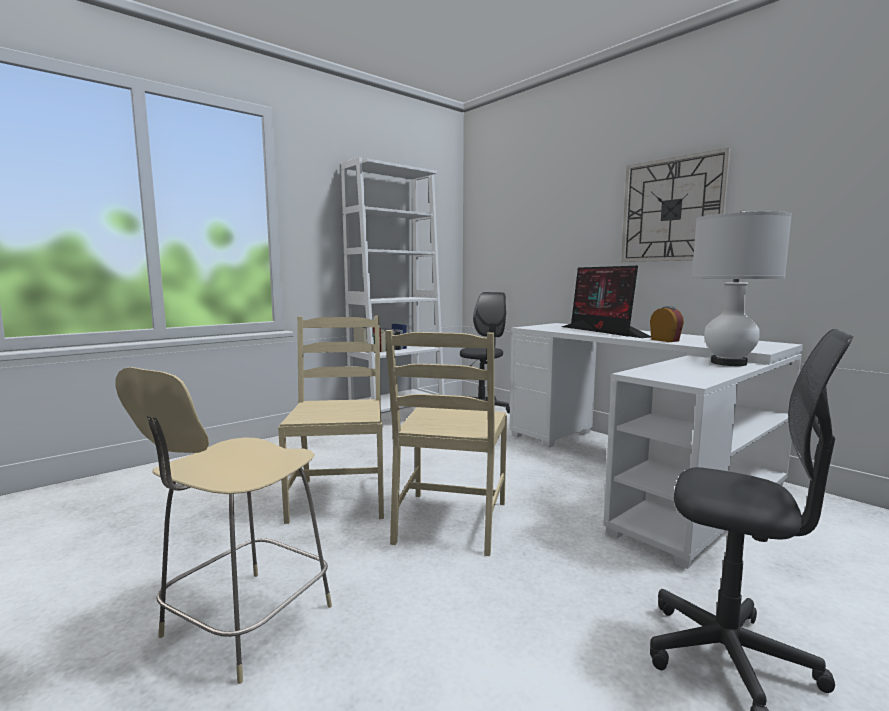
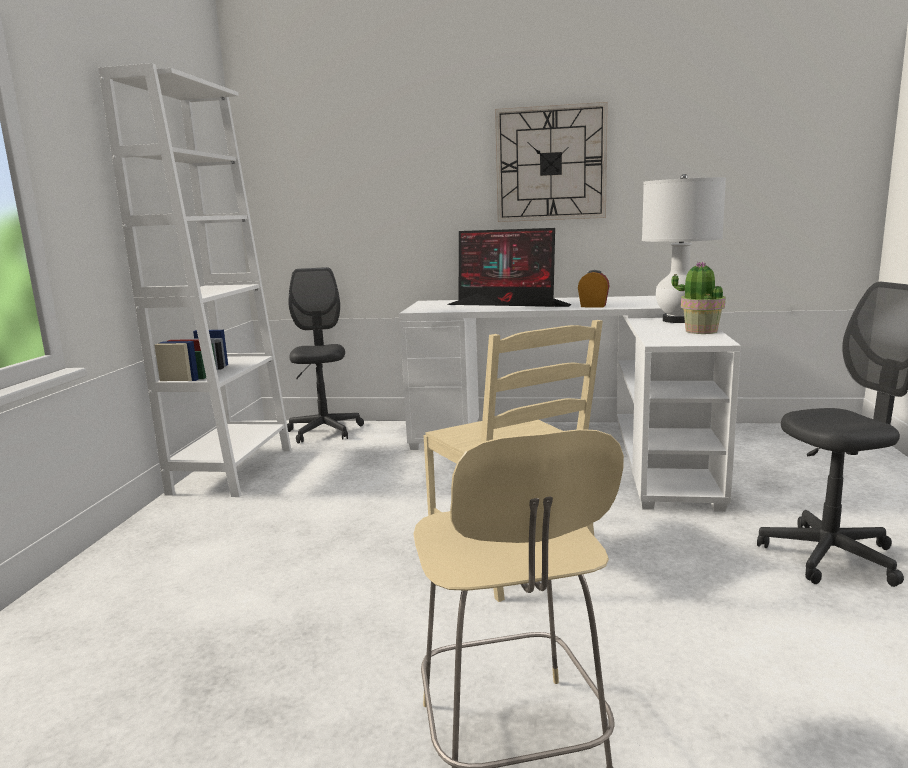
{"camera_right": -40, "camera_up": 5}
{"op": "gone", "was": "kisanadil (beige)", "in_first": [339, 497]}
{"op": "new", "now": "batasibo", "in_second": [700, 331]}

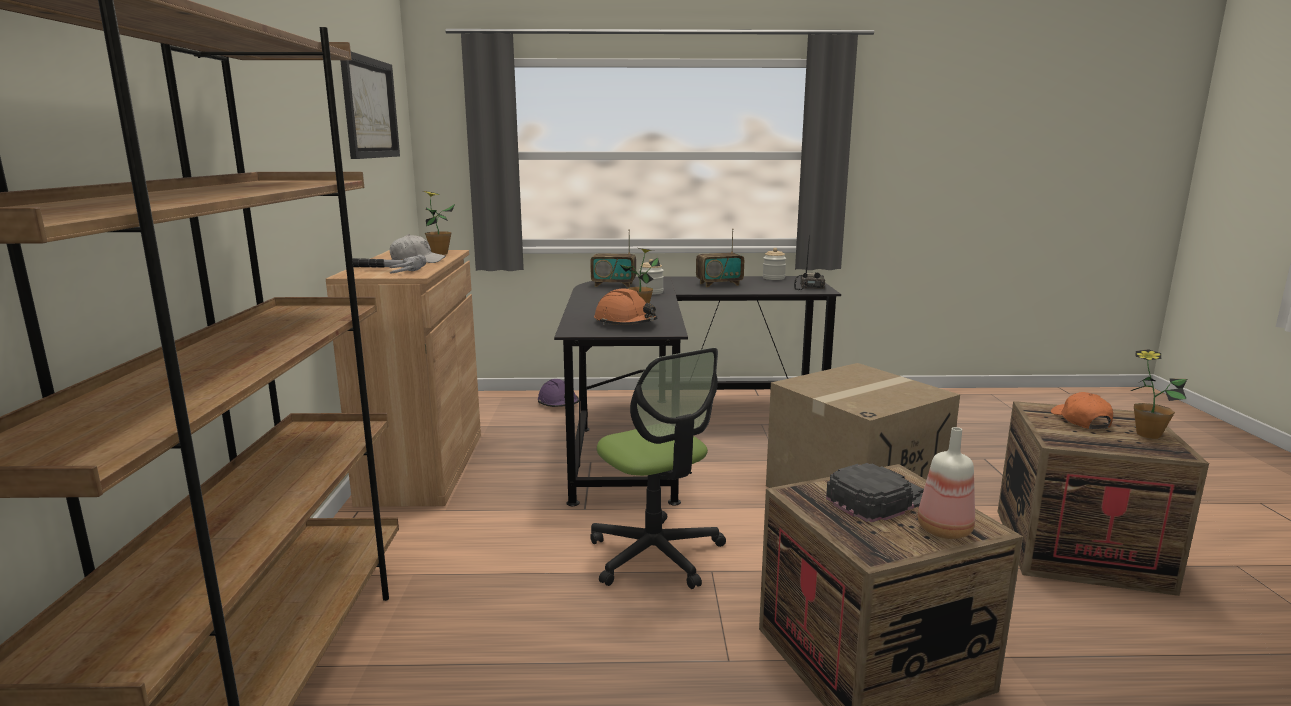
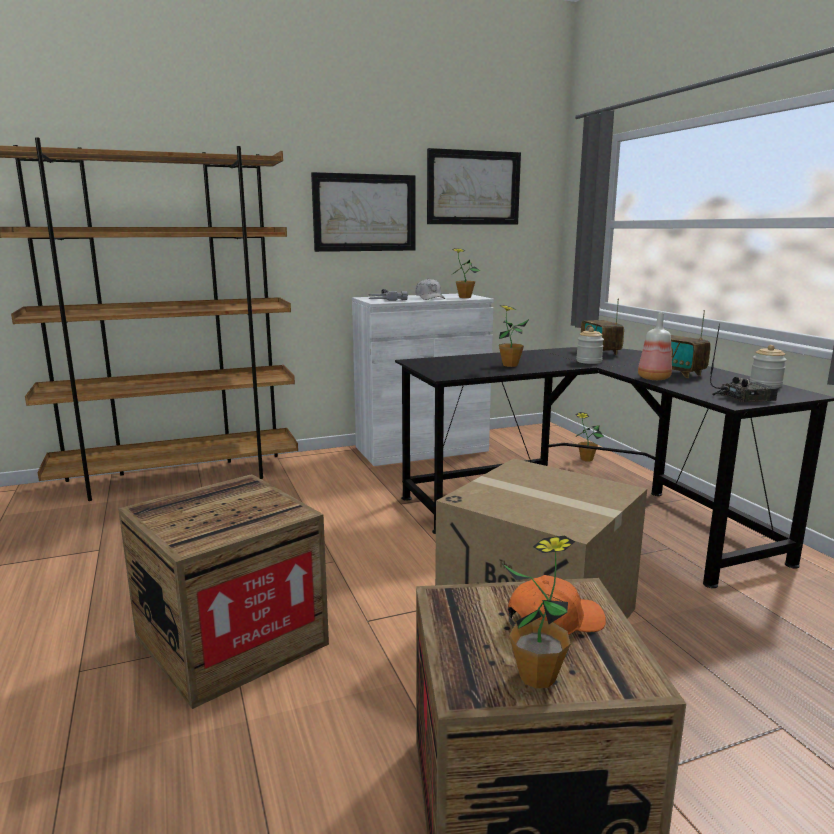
{"camera_right": 70, "camera_up": 0}
{"op": "repainted", "was": "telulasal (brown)", "now": "telulasal (white)", "in_first": [423, 467], "in_second": [421, 449]}
{"op": "swapped", "was": "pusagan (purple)", "now": "batasibo", "in_first": [558, 403], "in_second": [586, 459]}
{"op": "gone", "was": "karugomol", "in_first": [655, 554]}
{"op": "gone", "was": "pusagan (orange)", "in_first": [625, 323]}
{"op": "gone", "was": "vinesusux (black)", "in_first": [876, 499]}
{"op": "shifted", "was": "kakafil", "in_first": [945, 531], "in_second": [653, 378]}
{"op": "new", "now": "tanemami", "in_second": [364, 213]}

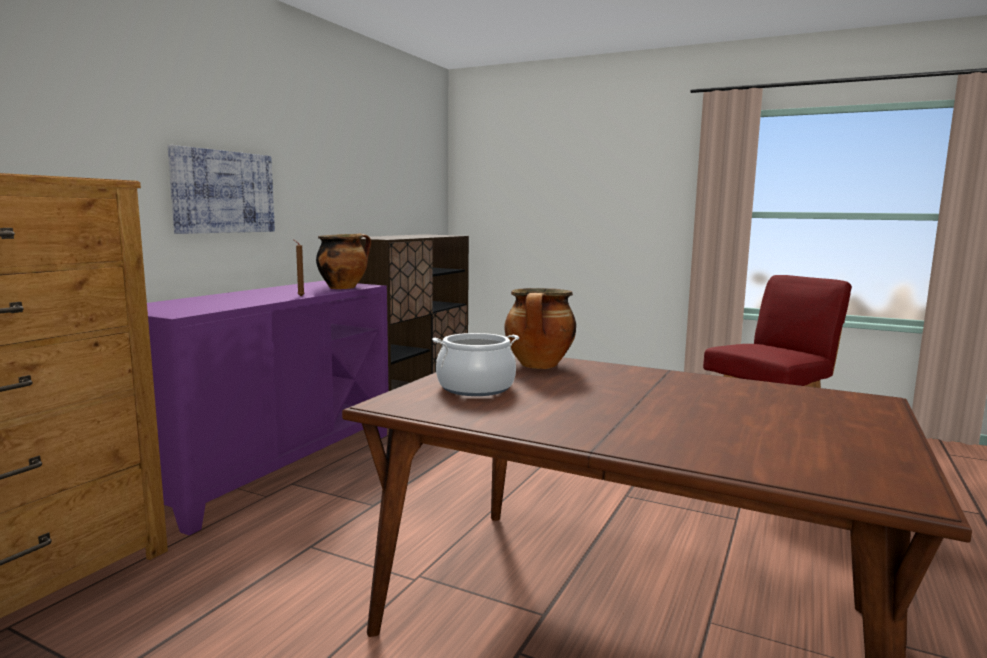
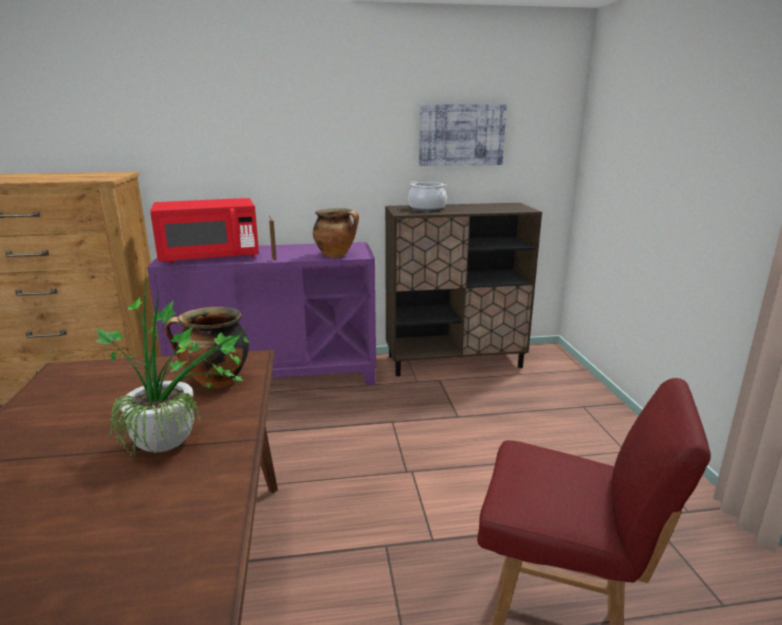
{"camera_right": 55, "camera_up": 10}
{"op": "shifted", "was": "tanemami", "in_first": [223, 192], "in_second": [461, 135]}
{"op": "shifted", "was": "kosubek", "in_first": [475, 387], "in_second": [427, 208]}
{"op": "new", "now": "batasibo", "in_second": [178, 444]}
{"op": "new", "now": "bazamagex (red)", "in_second": [210, 257]}

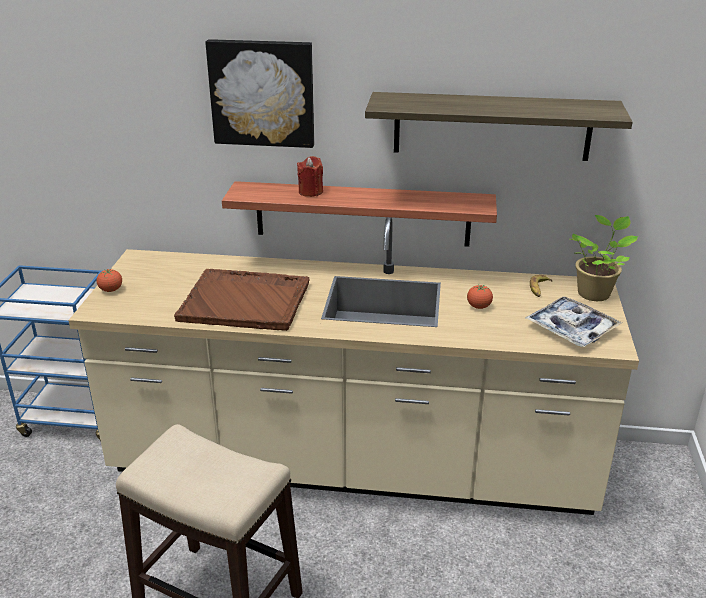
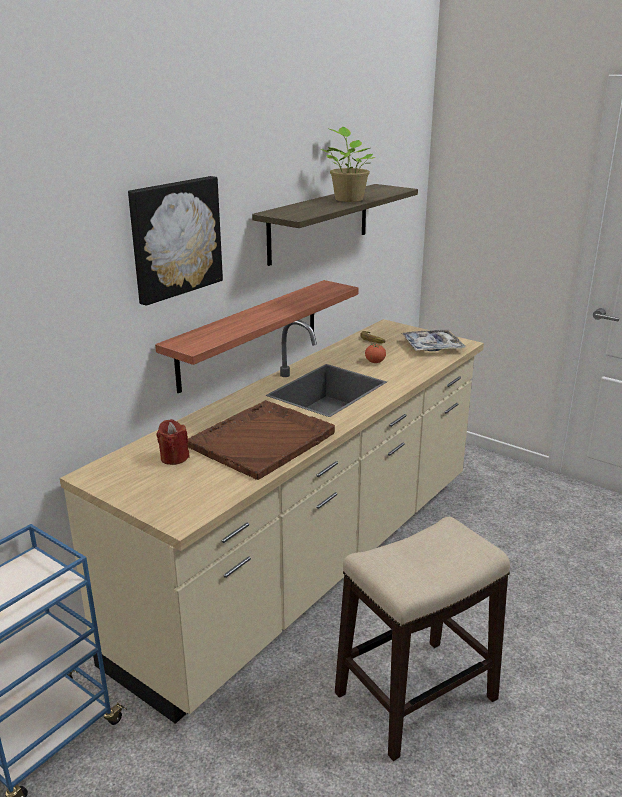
{"camera_right": -60, "camera_up": -5}
{"op": "gone", "was": "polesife", "in_first": [111, 290]}
{"op": "shifted", "was": "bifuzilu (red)", "in_first": [310, 192], "in_second": [174, 458]}
{"op": "shifted", "was": "batasibo", "in_first": [595, 293], "in_second": [348, 199]}

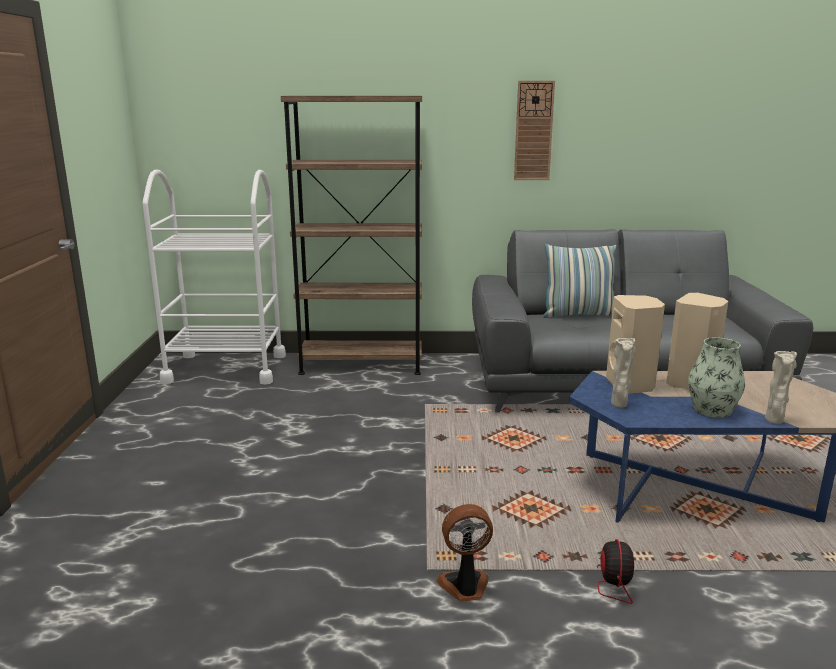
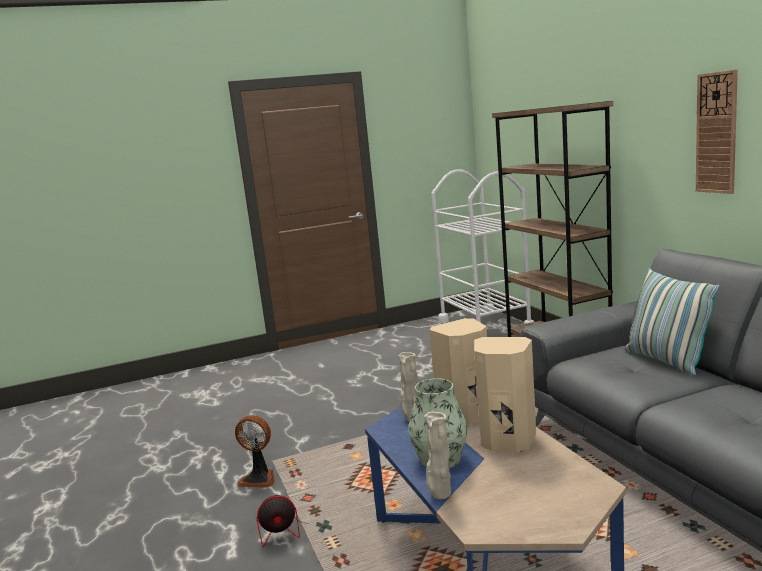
{"camera_right": 70, "camera_up": -5}
{"op": "rotated", "was": "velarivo", "in_first": [465, 587], "in_second": [259, 478], "clockwise": 135}

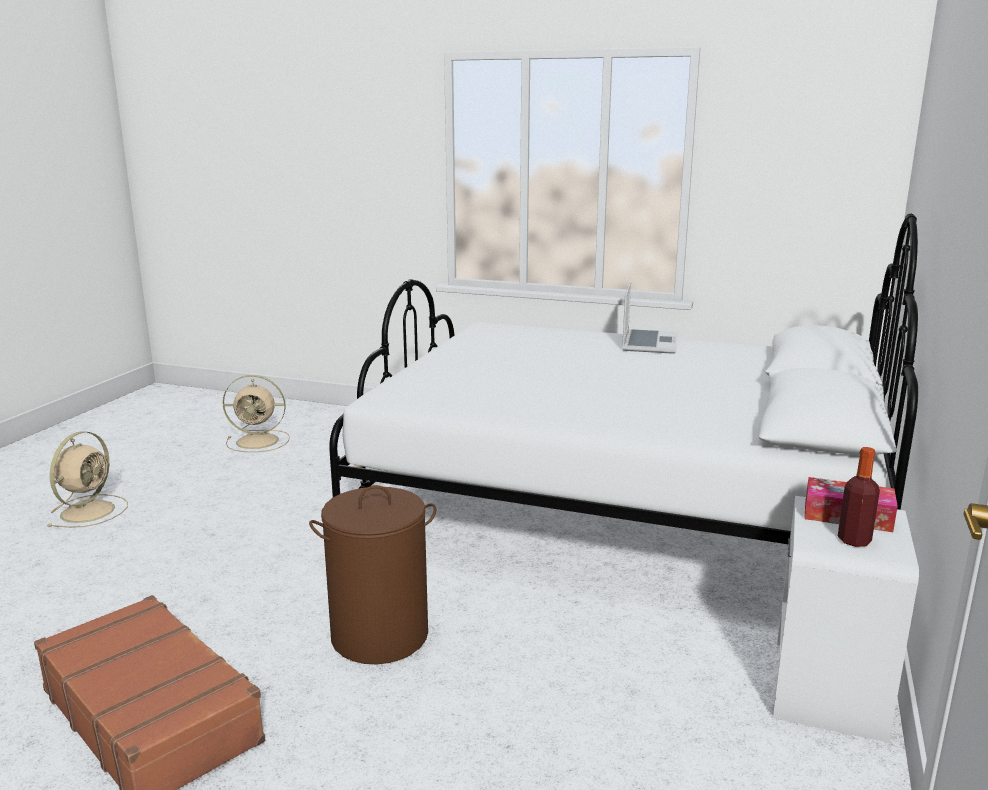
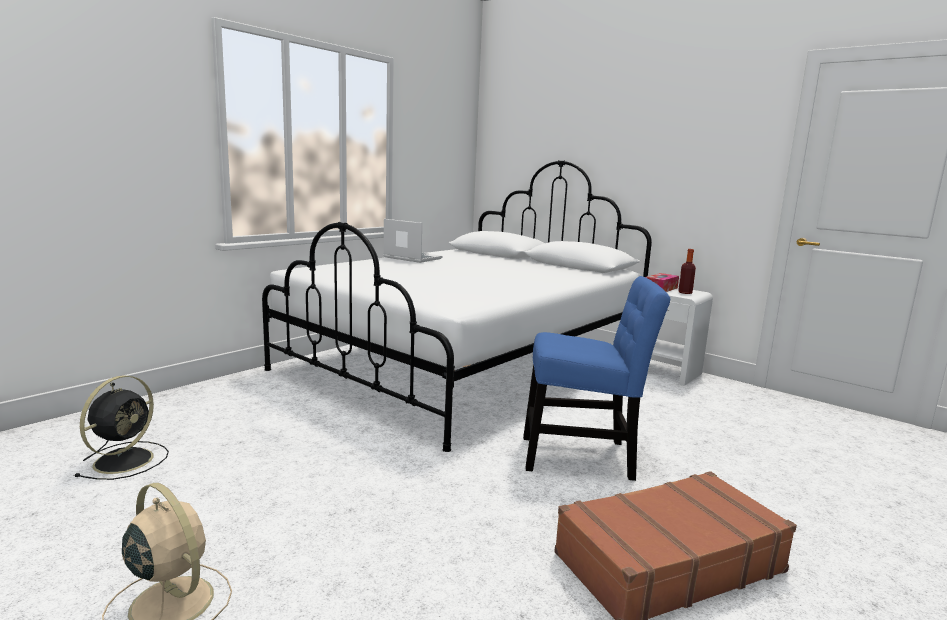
{"camera_right": -70, "camera_up": -5}
{"op": "repainted", "was": "velarivo (beige)", "now": "velarivo (black)", "in_first": [259, 441], "in_second": [126, 459]}
{"op": "swapped", "was": "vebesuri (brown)", "now": "kisanadil (blue)", "in_first": [379, 636], "in_second": [583, 457]}

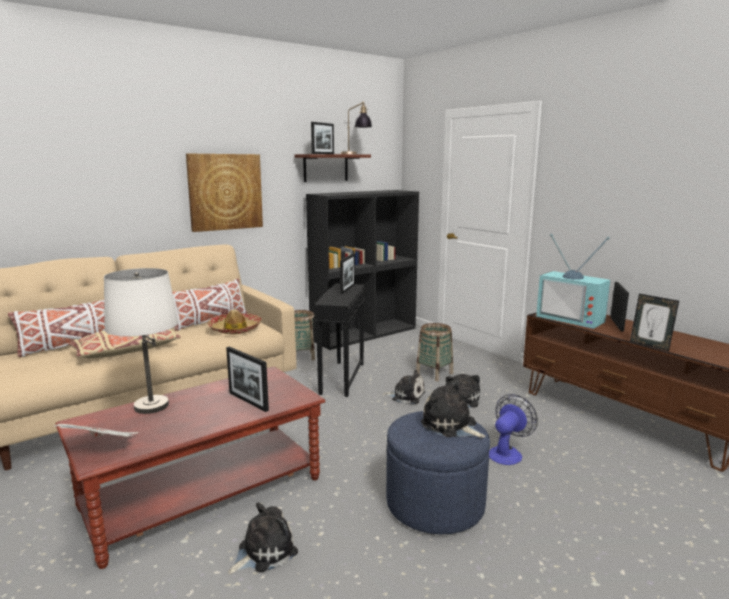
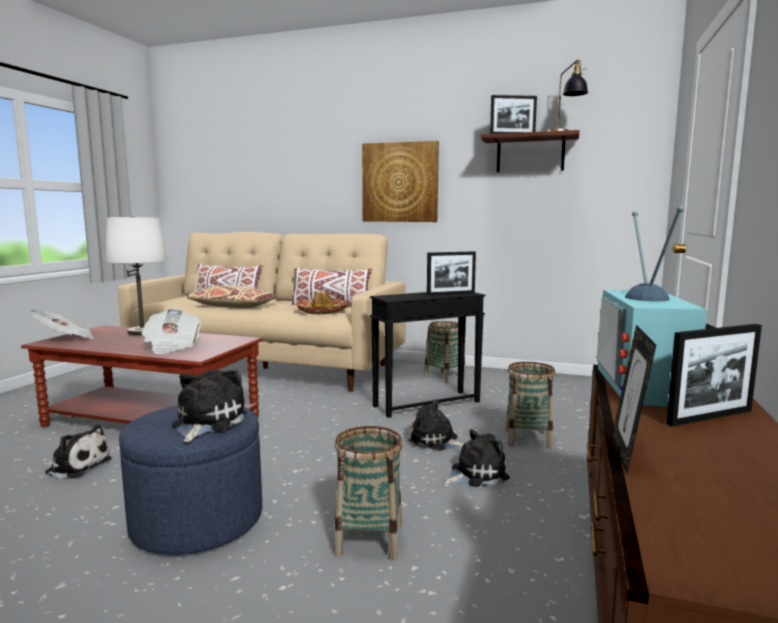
{"camera_right": 55, "camera_up": -5}
{"op": "swapped", "was": "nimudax", "now": "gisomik", "in_first": [248, 401], "in_second": [172, 346]}
{"op": "gone", "was": "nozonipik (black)", "in_first": [364, 333]}
{"op": "rotated", "was": "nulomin", "in_first": [406, 396], "in_second": [436, 441], "clockwise": 135}
{"op": "swapped", "was": "velarivo", "now": "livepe", "in_first": [507, 453], "in_second": [369, 540]}

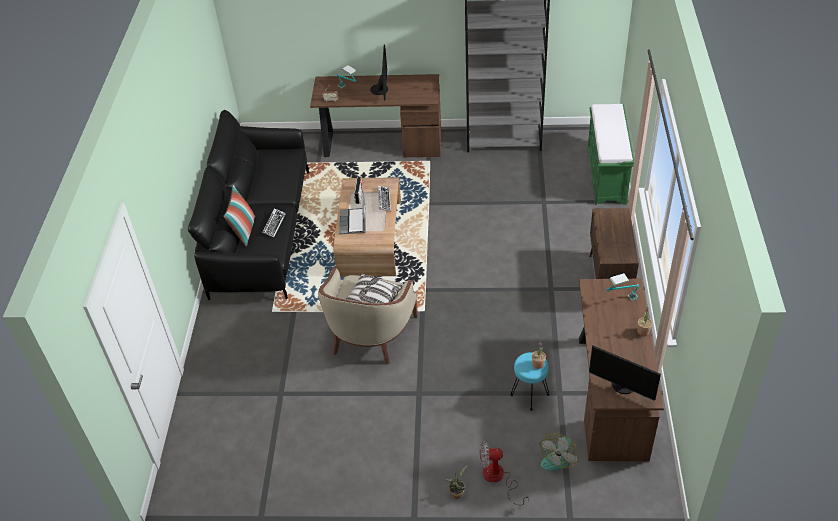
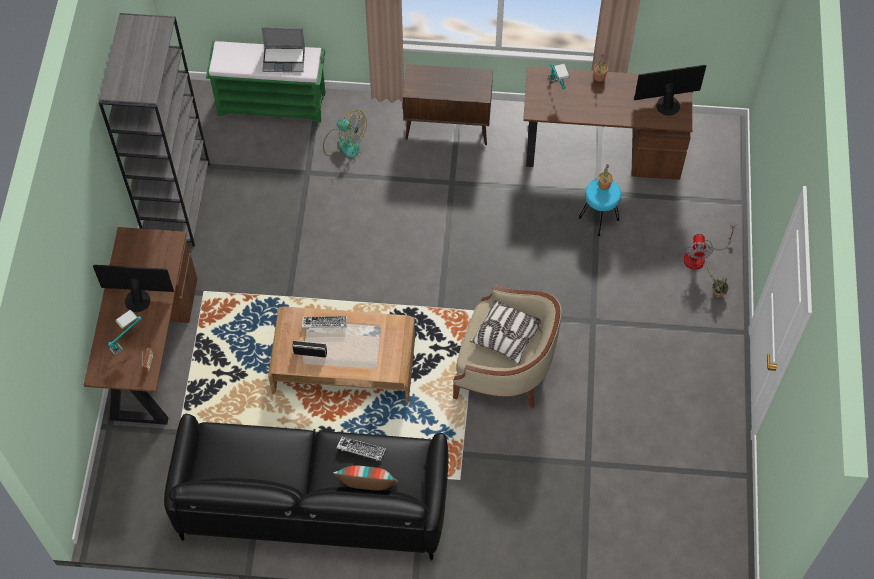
{"camera_right": -90, "camera_up": 15}
{"op": "shifted", "was": "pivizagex", "in_first": [353, 222], "in_second": [284, 59]}
{"op": "shifted", "was": "velarivo", "in_first": [558, 456], "in_second": [344, 142]}
{"op": "rotated", "was": "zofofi", "in_first": [623, 386], "in_second": [667, 103], "clockwise": -135}

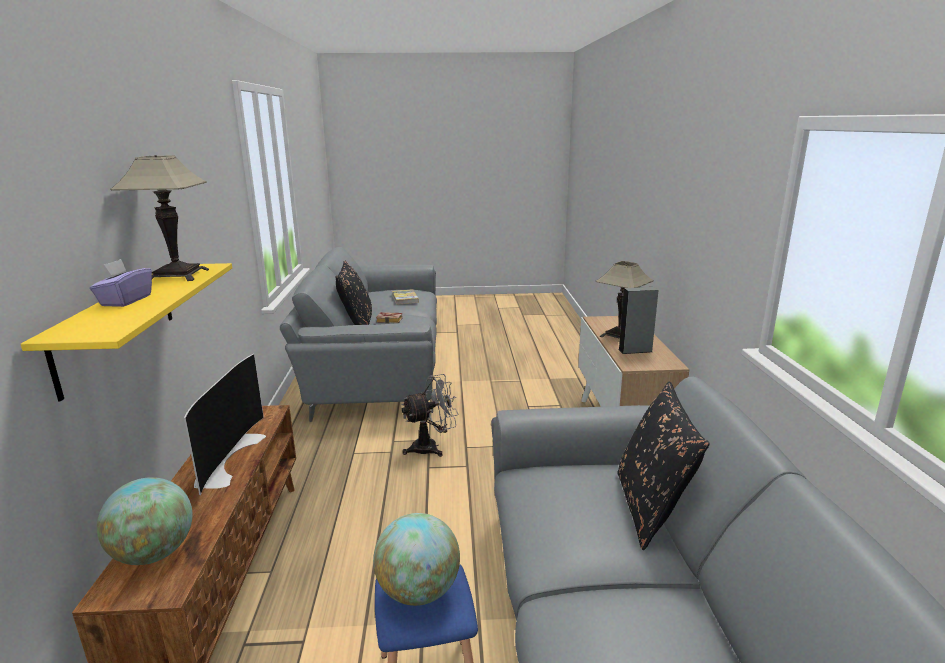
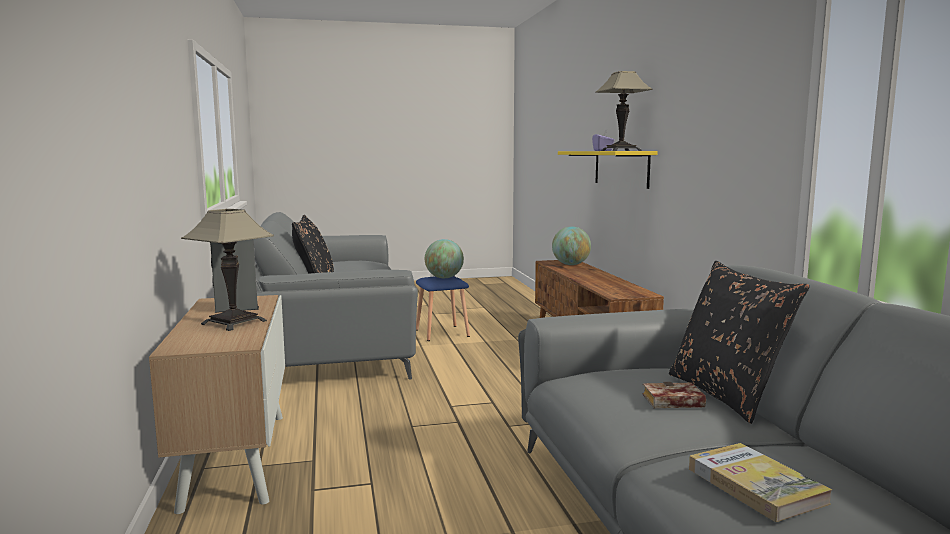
{"camera_right": 170, "camera_up": -10}
{"op": "gone", "was": "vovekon", "in_first": [227, 458]}
{"op": "gone", "was": "velarivo (grey)", "in_first": [431, 447]}

